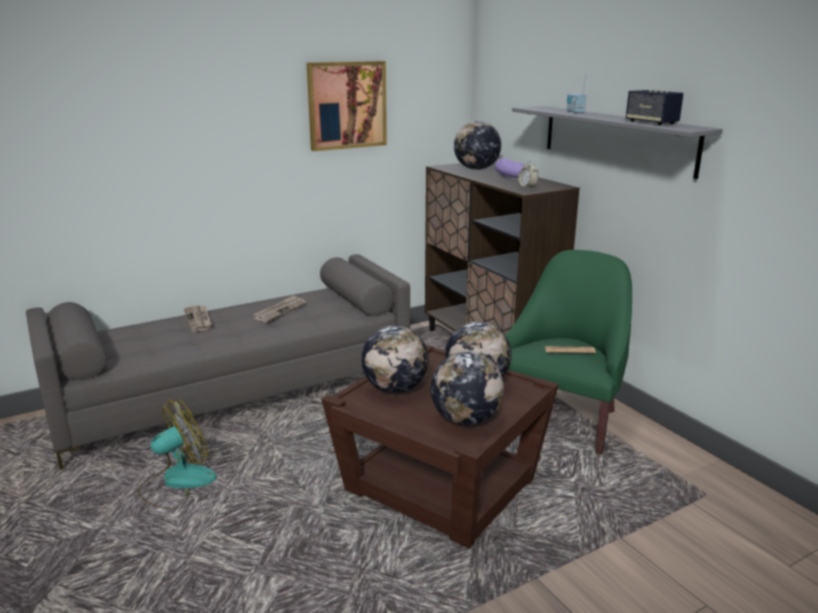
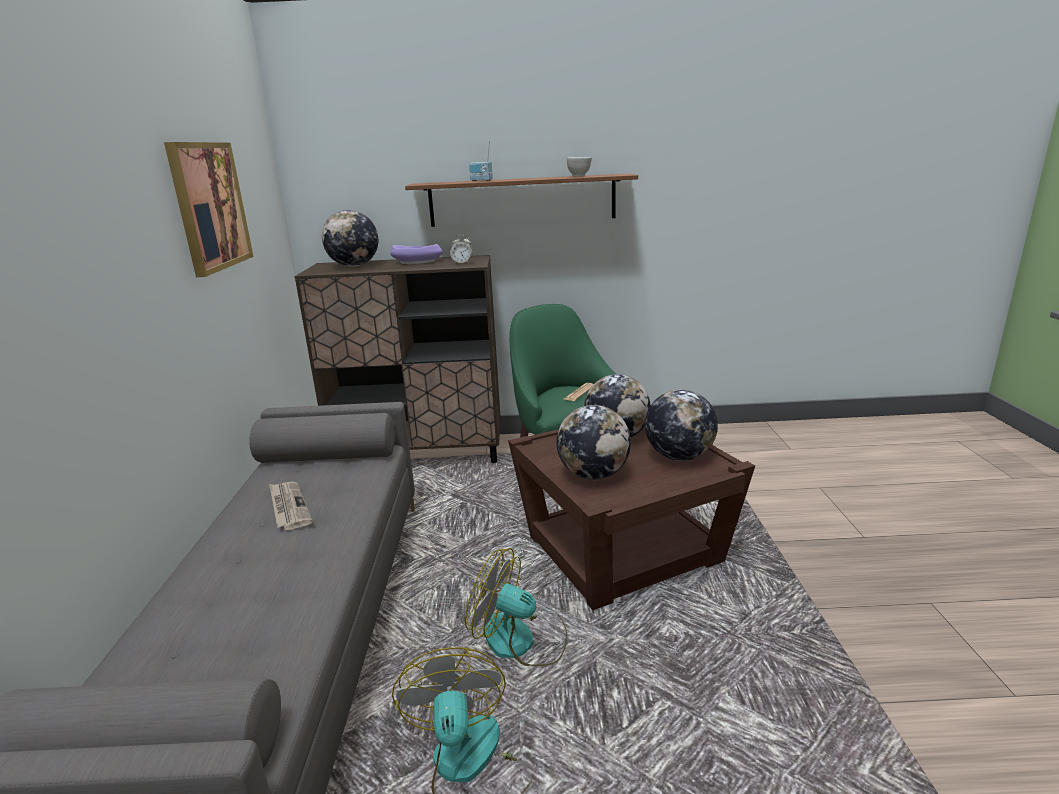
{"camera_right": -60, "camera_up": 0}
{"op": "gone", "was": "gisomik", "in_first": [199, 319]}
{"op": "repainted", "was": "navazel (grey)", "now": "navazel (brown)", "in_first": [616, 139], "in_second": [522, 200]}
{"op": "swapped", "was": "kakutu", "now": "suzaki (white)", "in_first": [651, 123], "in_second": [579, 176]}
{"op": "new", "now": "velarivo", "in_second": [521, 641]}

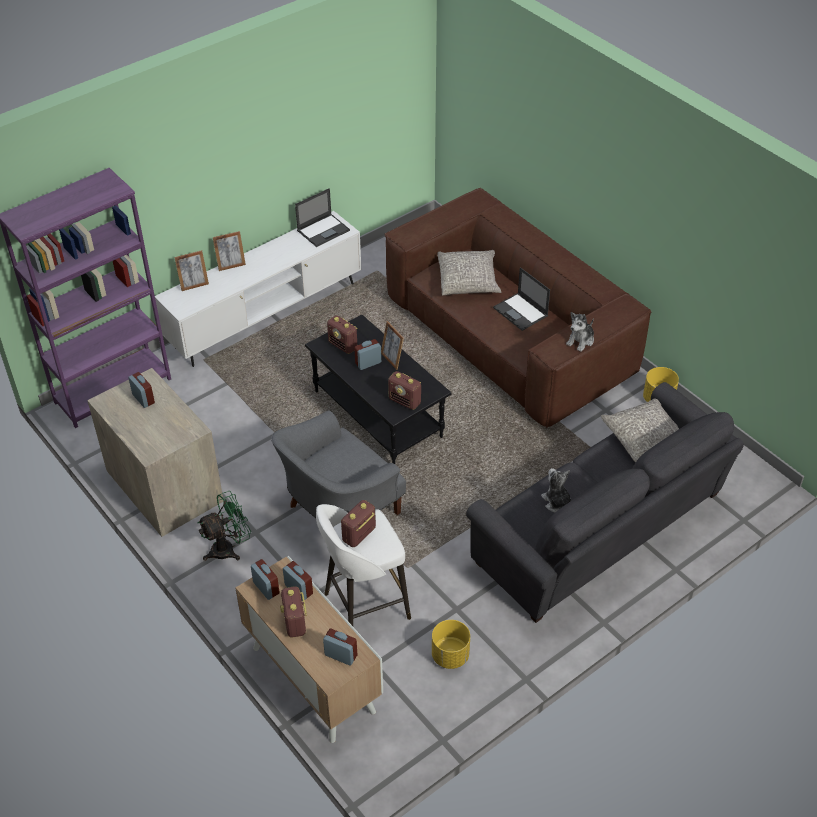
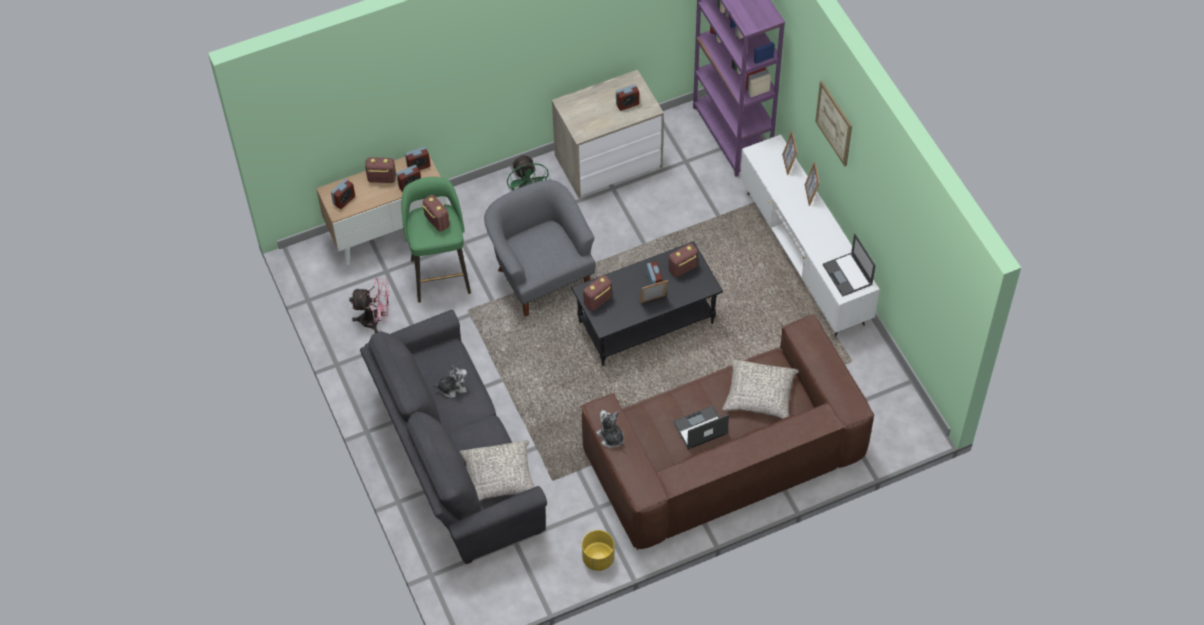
{"camera_right": 105, "camera_up": 10}
{"op": "repainted", "was": "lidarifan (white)", "now": "lidarifan (green)", "in_first": [364, 607], "in_second": [440, 274]}
{"op": "swapped", "was": "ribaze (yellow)", "now": "velarivo (pink)", "in_first": [450, 656], "in_second": [375, 320]}
{"op": "new", "now": "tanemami", "in_second": [834, 123]}

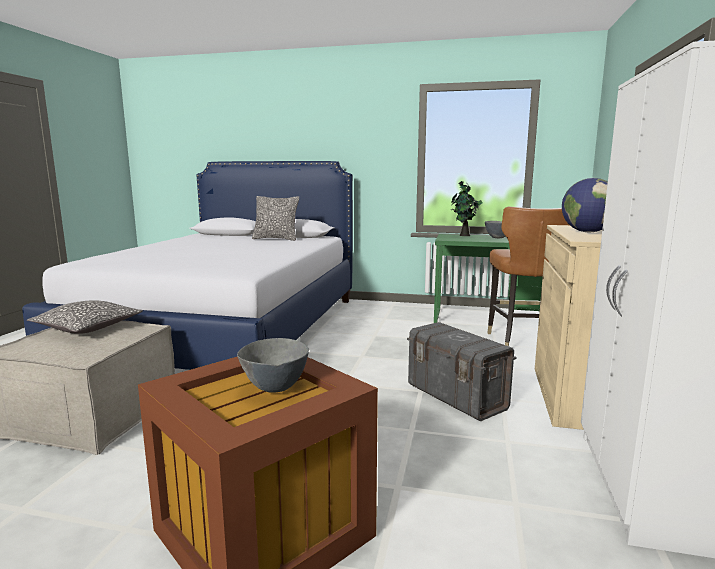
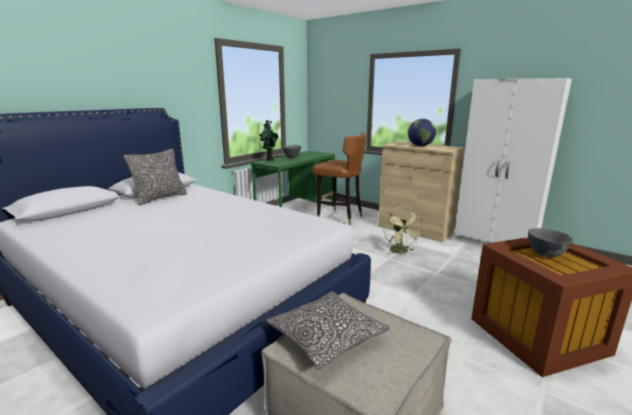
{"camera_right": -65, "camera_up": 5}
{"op": "swapped", "was": "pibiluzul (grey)", "now": "velarivo (green)", "in_first": [456, 397], "in_second": [401, 252]}

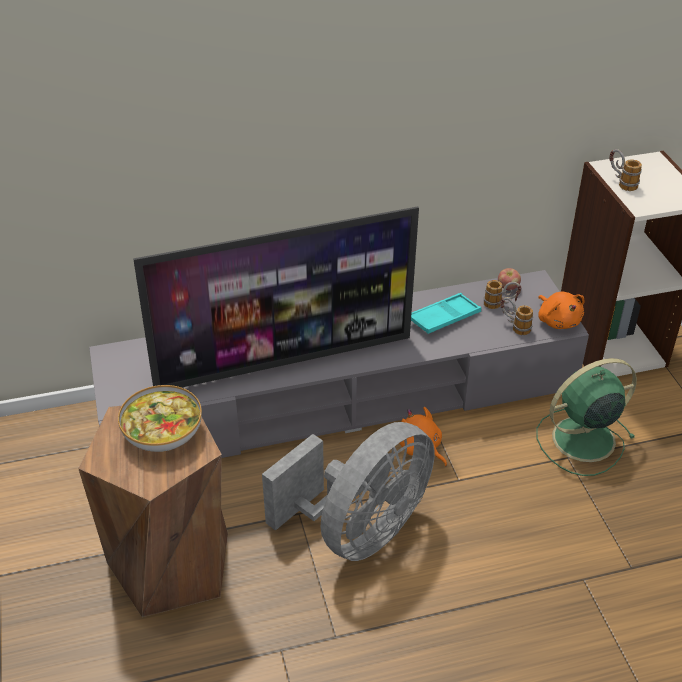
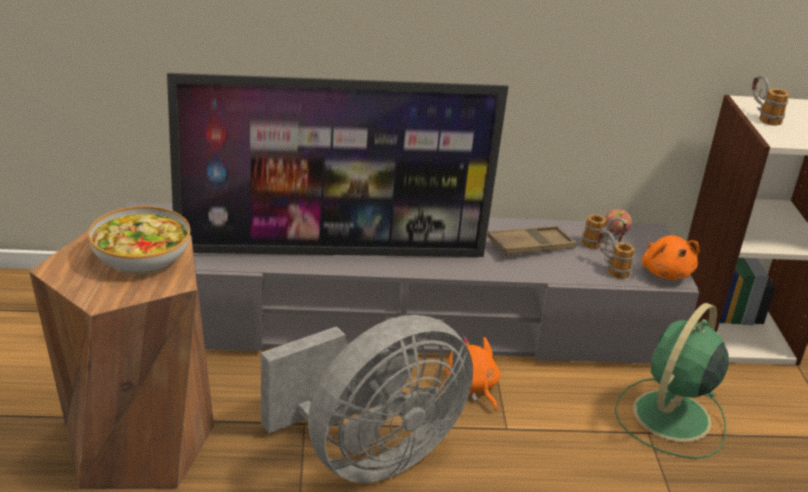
{"camera_right": 10, "camera_up": -10}
{"op": "repainted", "was": "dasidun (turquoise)", "now": "dasidun (brown)", "in_first": [444, 318], "in_second": [531, 246]}
{"op": "rotated", "was": "velarivo (green)", "in_first": [581, 440], "in_second": [670, 418], "clockwise": -45}

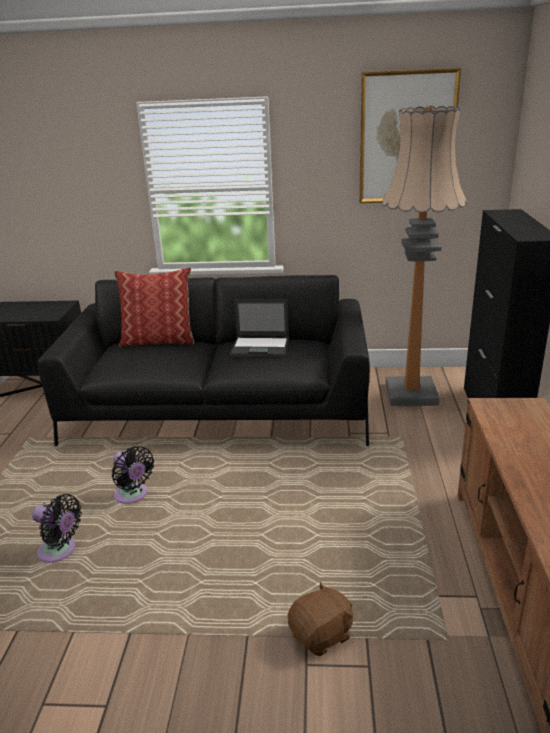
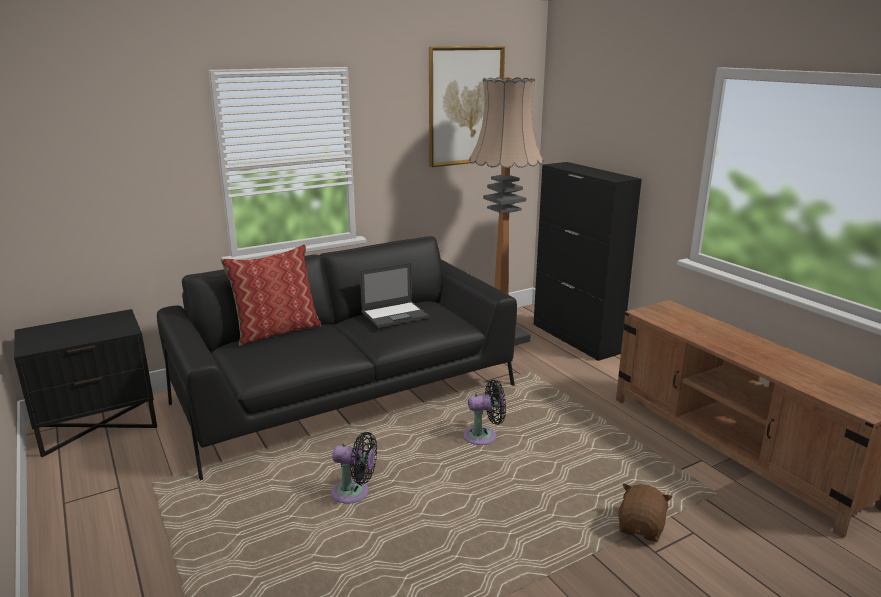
{"camera_right": -35, "camera_up": -5}
{"op": "shifted", "was": "velarivo (black)", "in_first": [60, 551], "in_second": [484, 436]}

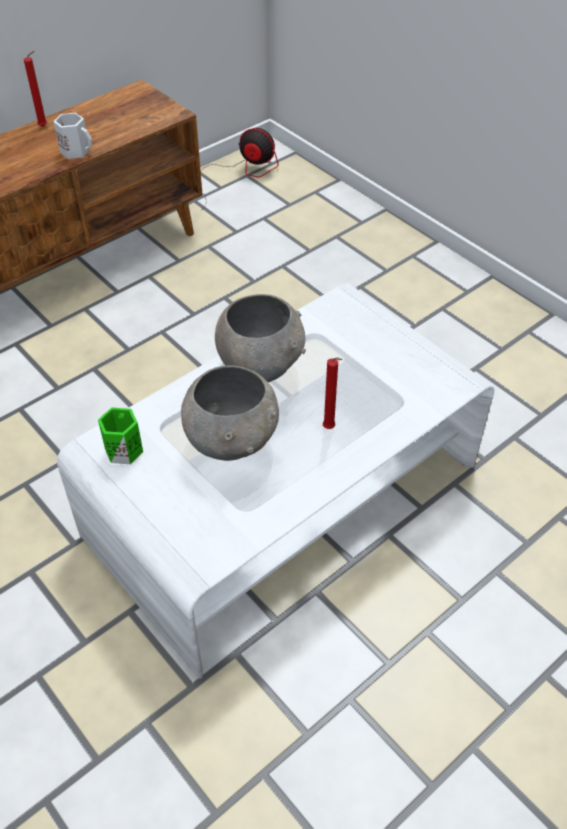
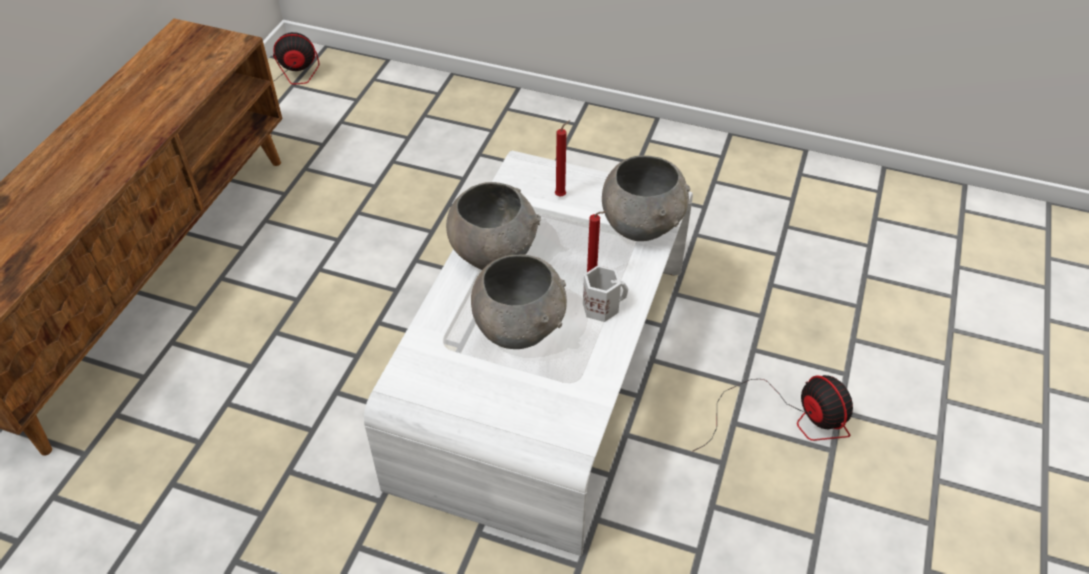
{"camera_right": -30, "camera_up": 0}
{"op": "shifted", "was": "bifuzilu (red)", "in_first": [44, 126], "in_second": [562, 195]}
{"op": "shifted", "was": "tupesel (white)", "in_first": [76, 151], "in_second": [601, 306]}
{"op": "gone", "was": "tupesel (green)", "in_first": [123, 449]}
{"op": "new", "now": "suzaki (grey)", "in_second": [642, 226]}
{"op": "new", "now": "velarivo", "in_second": [788, 418]}

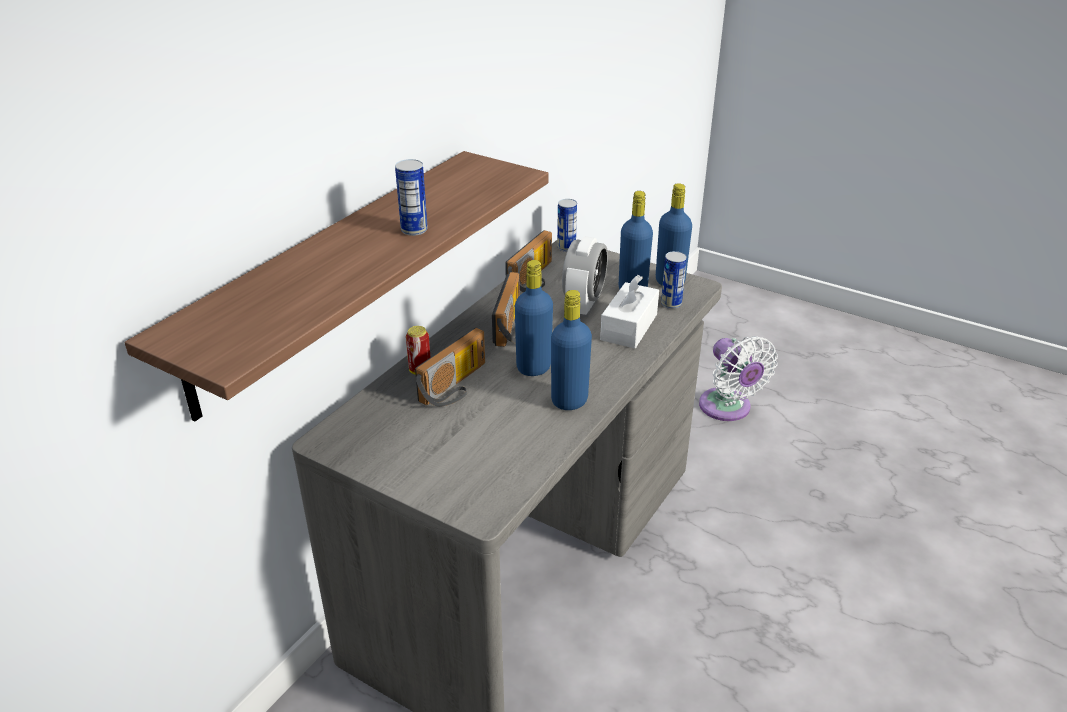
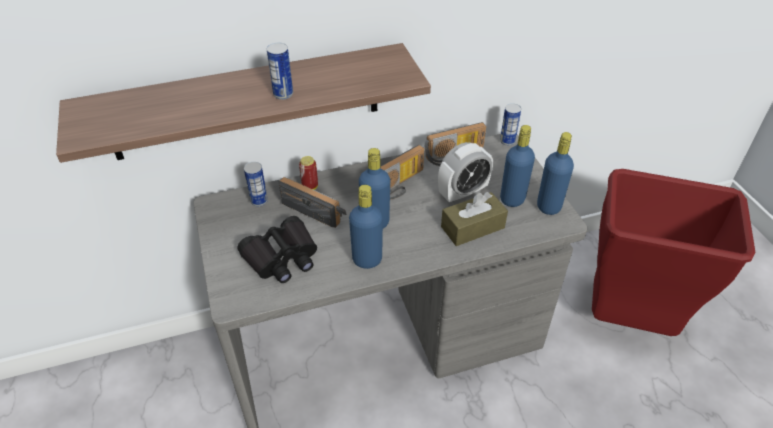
{"camera_right": 40, "camera_up": 10}
{"op": "rotated", "was": "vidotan", "in_first": [457, 387], "in_second": [316, 210], "clockwise": -135}
{"op": "repainted", "was": "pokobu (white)", "now": "pokobu (brown)", "in_first": [629, 327], "in_second": [472, 227]}
{"op": "shifted", "was": "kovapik", "in_first": [671, 304], "in_second": [259, 201]}
{"op": "swapped", "was": "velarivo (white)", "now": "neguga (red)", "in_first": [728, 409], "in_second": [629, 322]}
{"op": "new", "now": "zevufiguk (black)", "in_second": [282, 258]}

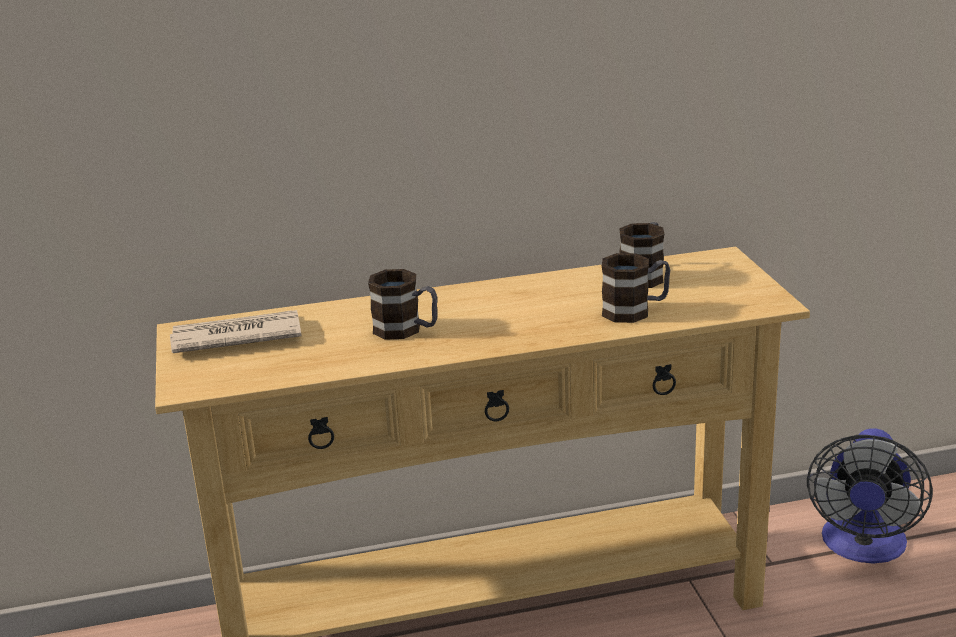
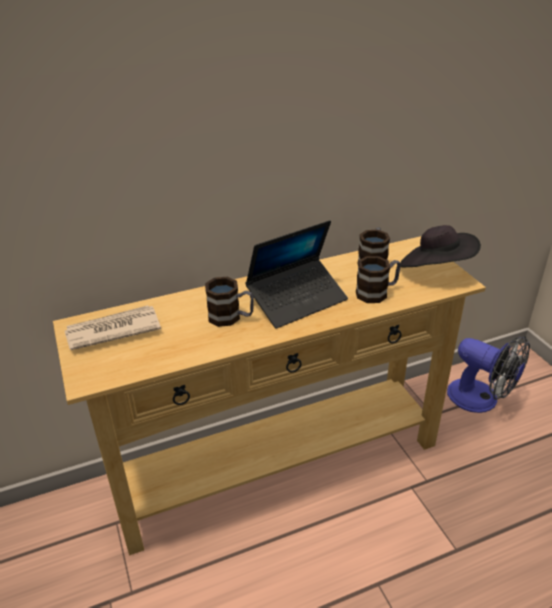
{"camera_right": -10, "camera_up": 10}
{"op": "rotated", "was": "velarivo", "in_first": [863, 547], "in_second": [481, 399], "clockwise": -60}
{"op": "new", "now": "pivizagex", "in_second": [297, 300]}
{"op": "new", "now": "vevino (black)", "in_second": [435, 269]}

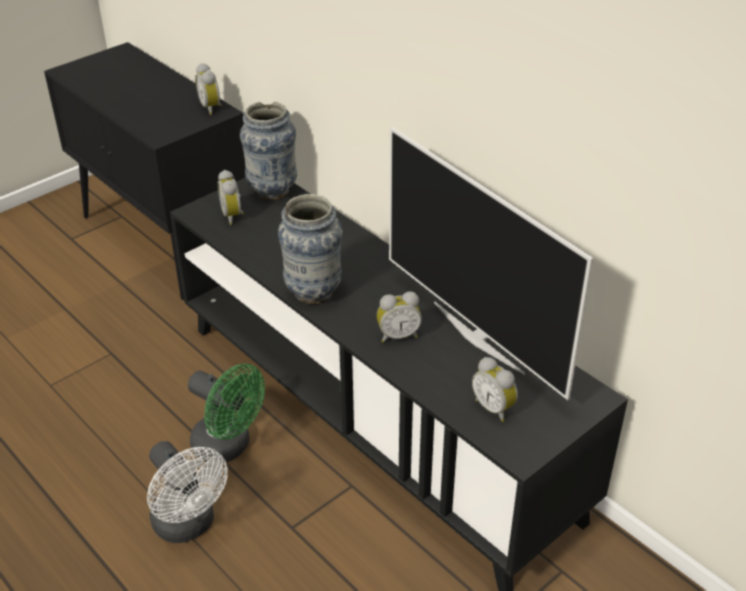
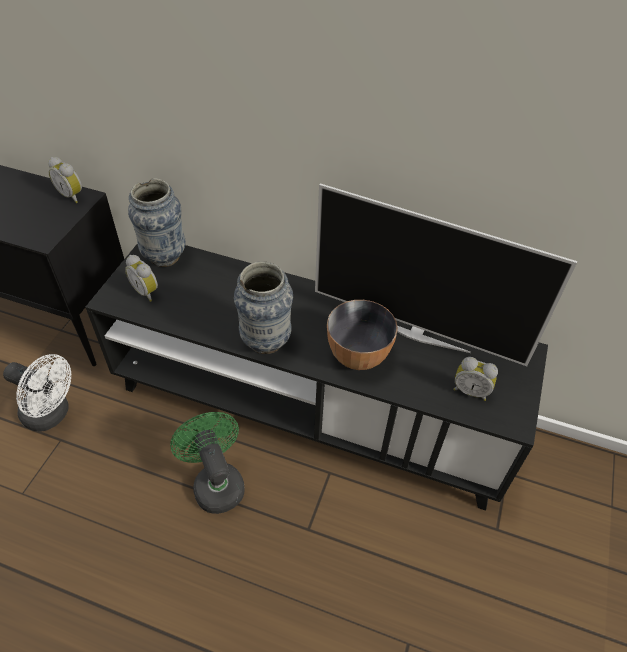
{"camera_right": -30, "camera_up": 10}
{"op": "shifted", "was": "velarivo (white)", "in_first": [189, 525], "in_second": [52, 414]}
{"op": "rotated", "was": "velarivo (green)", "in_first": [229, 447], "in_second": [216, 482], "clockwise": -120}
{"op": "swapped", "was": "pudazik", "now": "suzaki", "in_first": [398, 335], "in_second": [358, 355]}

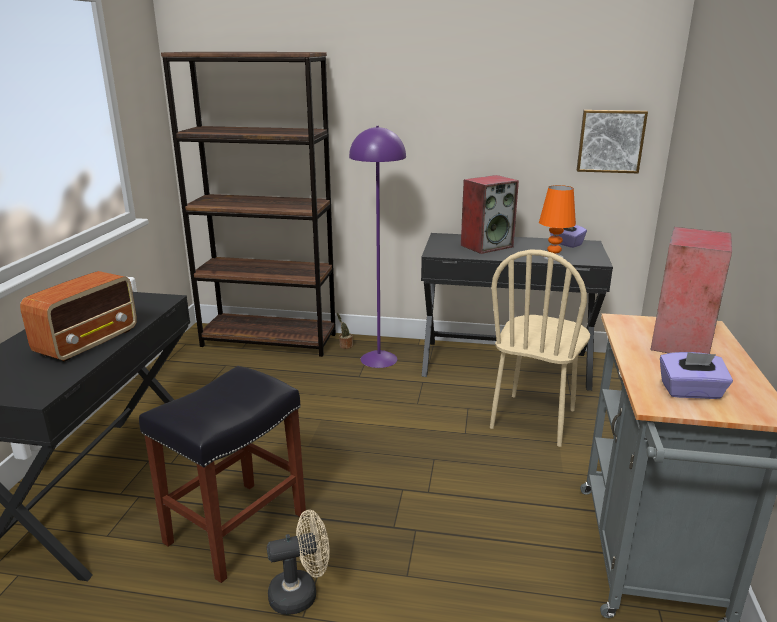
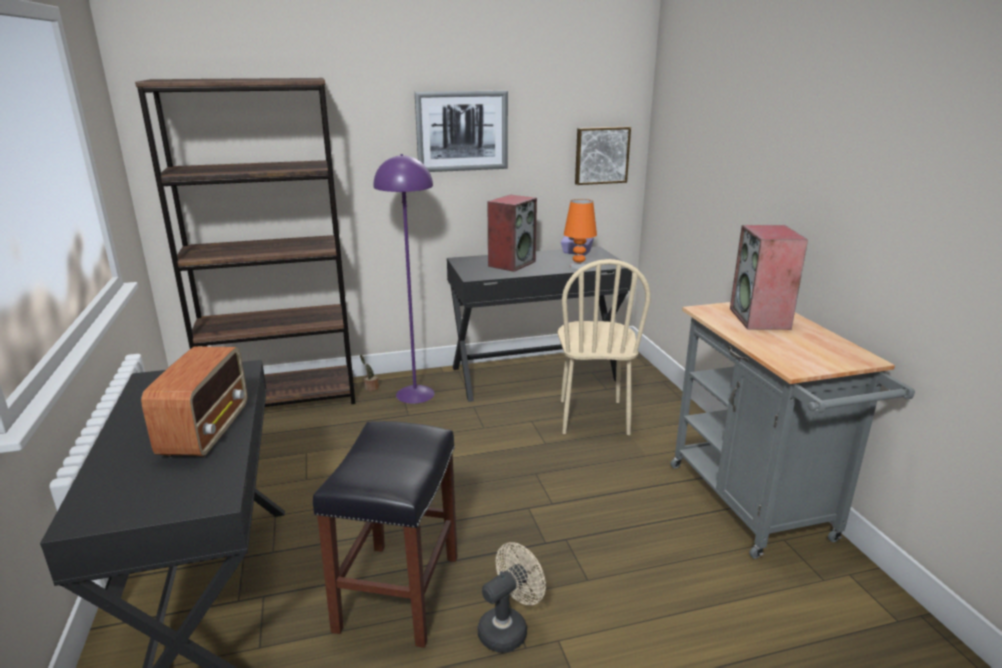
{"camera_right": -25, "camera_up": 0}
{"op": "gone", "was": "pokobu (purple)", "in_first": [691, 392]}
{"op": "new", "now": "tanemami", "in_second": [462, 131]}

